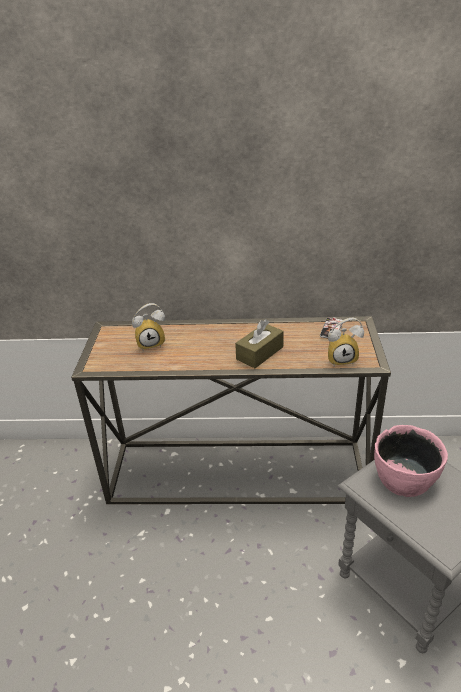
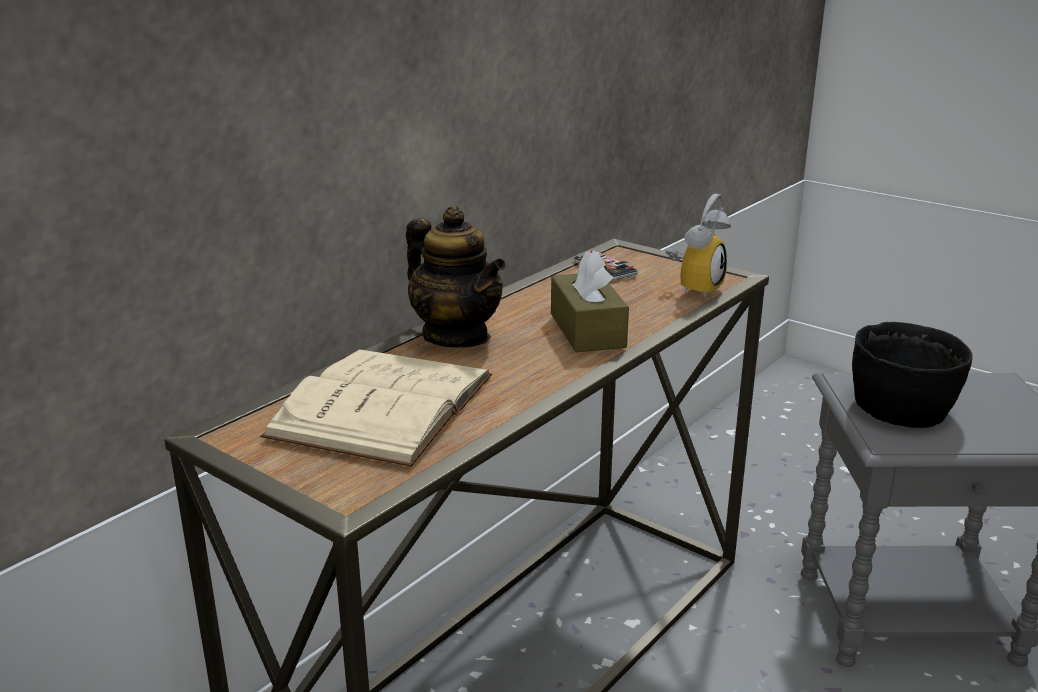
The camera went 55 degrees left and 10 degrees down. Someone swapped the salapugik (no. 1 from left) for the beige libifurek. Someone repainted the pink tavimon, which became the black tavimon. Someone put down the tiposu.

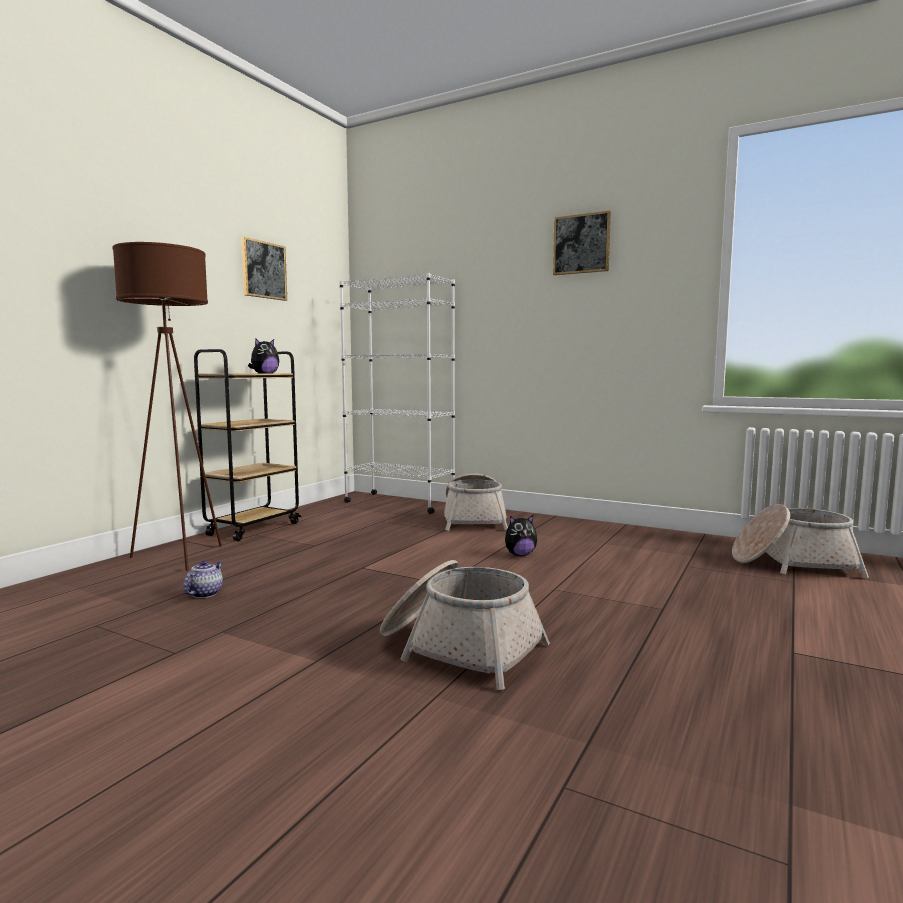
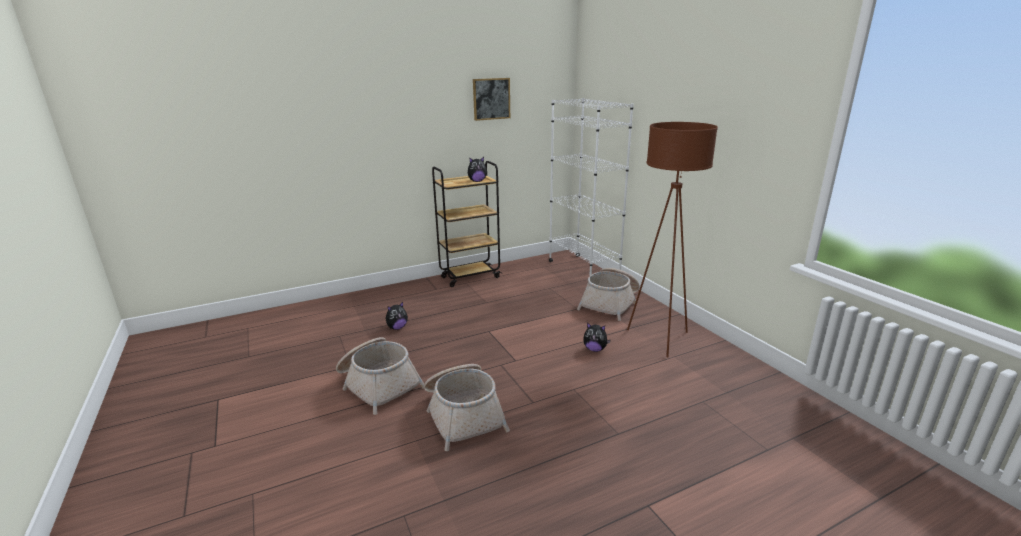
The camera went 35 degrees right and 15 degrees up. Someone carried the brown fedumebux. Someone swapped the tiposu for the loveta (no. 1 from left). Someone took away the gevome (no. 2 from left). Someone carried the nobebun (no. 3 from left in the first image).

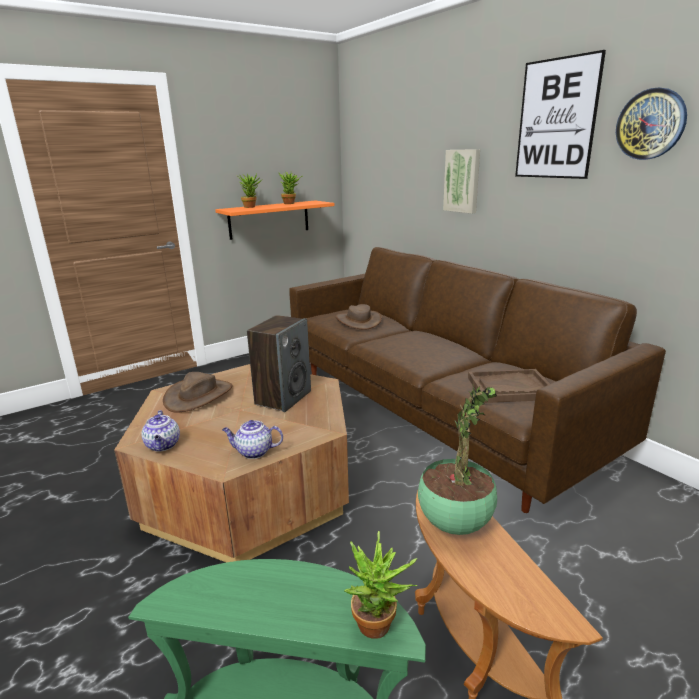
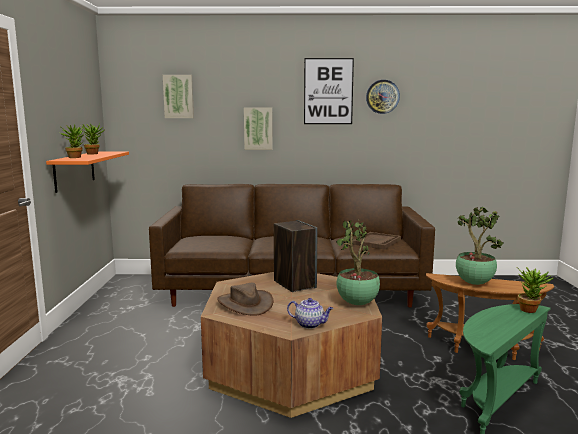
The camera went 55 degrees left and 10 degrees down. Someone swapped the tiposu (no. 2 from left) for the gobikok (no. 3 from left). Someone took away the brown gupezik (no. 2 from left). Someone put up the gevome (no. 1 from left).

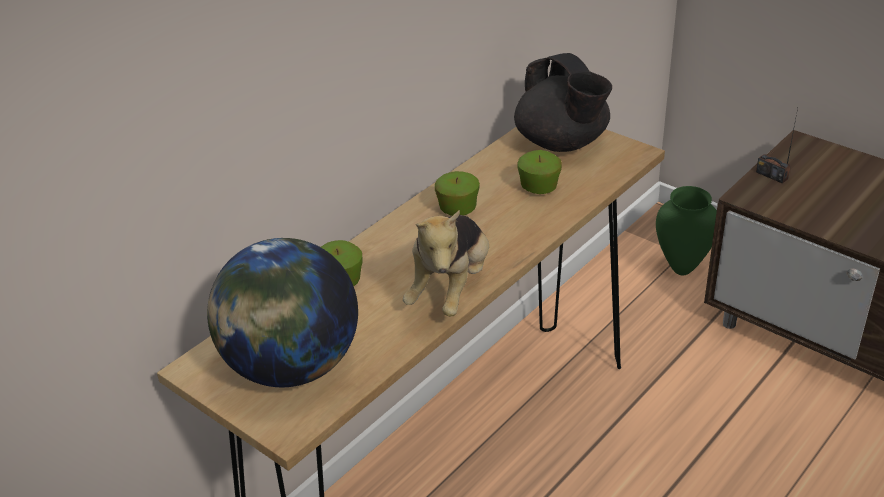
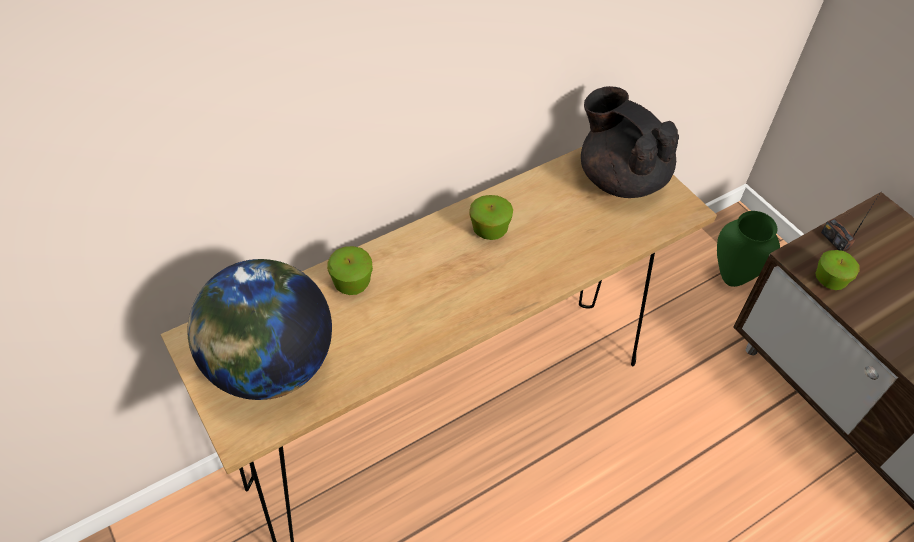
The camera went 15 degrees right and 15 degrees up. Someone took away the loveta. Someone rotated the black tiposu by 150 degrees clockwise. Someone carried the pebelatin (no. 3 from left).

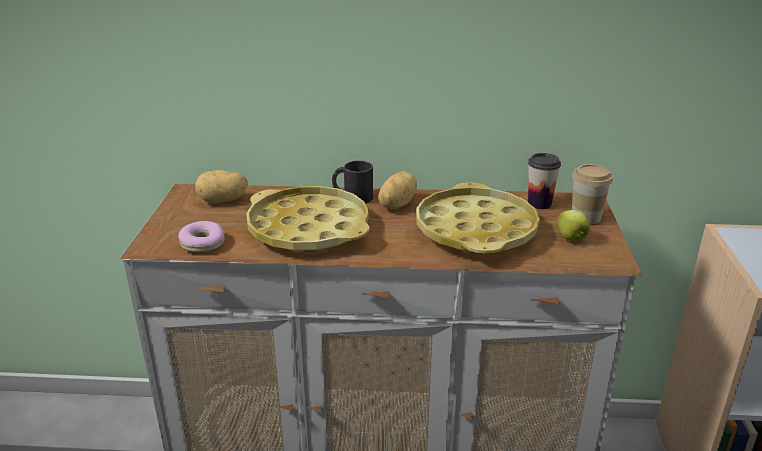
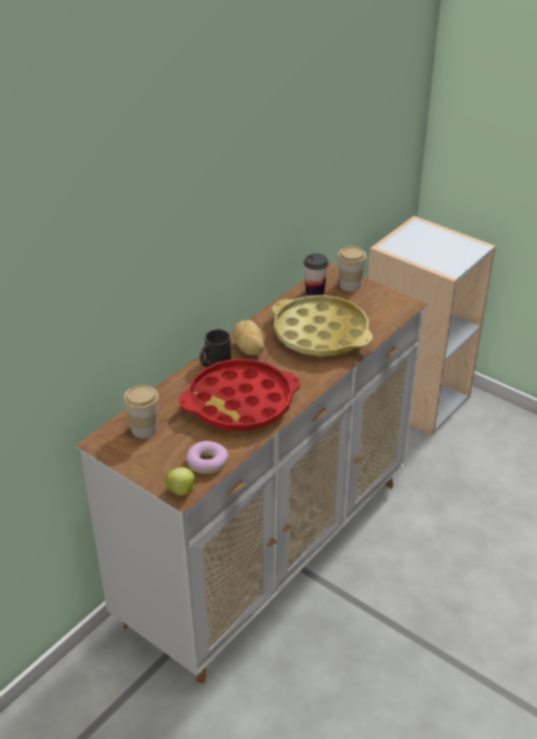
The camera went 55 degrees left and 10 degrees up. Someone swapped the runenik (no. 1 from left) for the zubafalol (no. 1 from left). Someone repainted the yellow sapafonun (no. 1 from left), which became the red sapafonun. Someone carried the pebelatin.

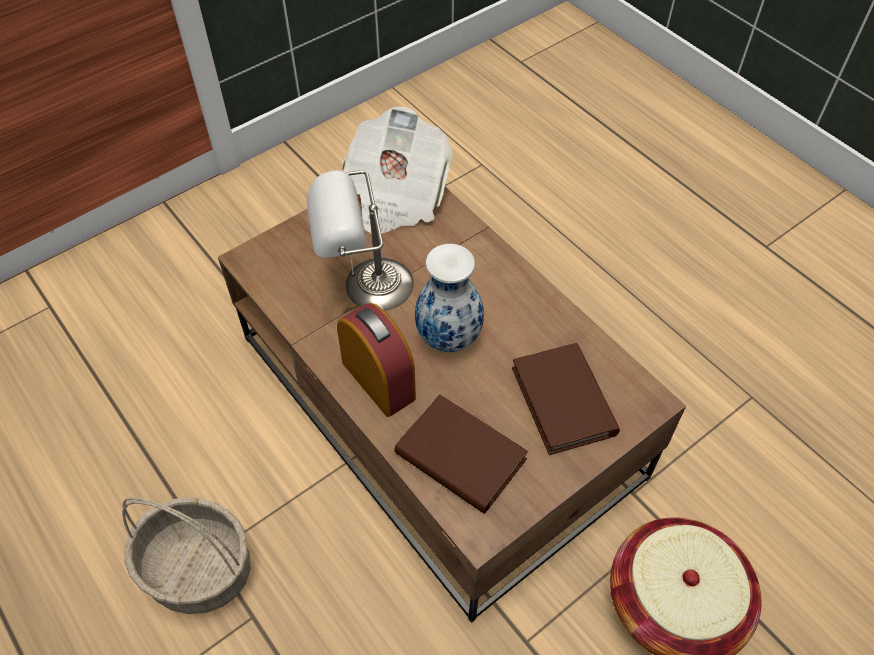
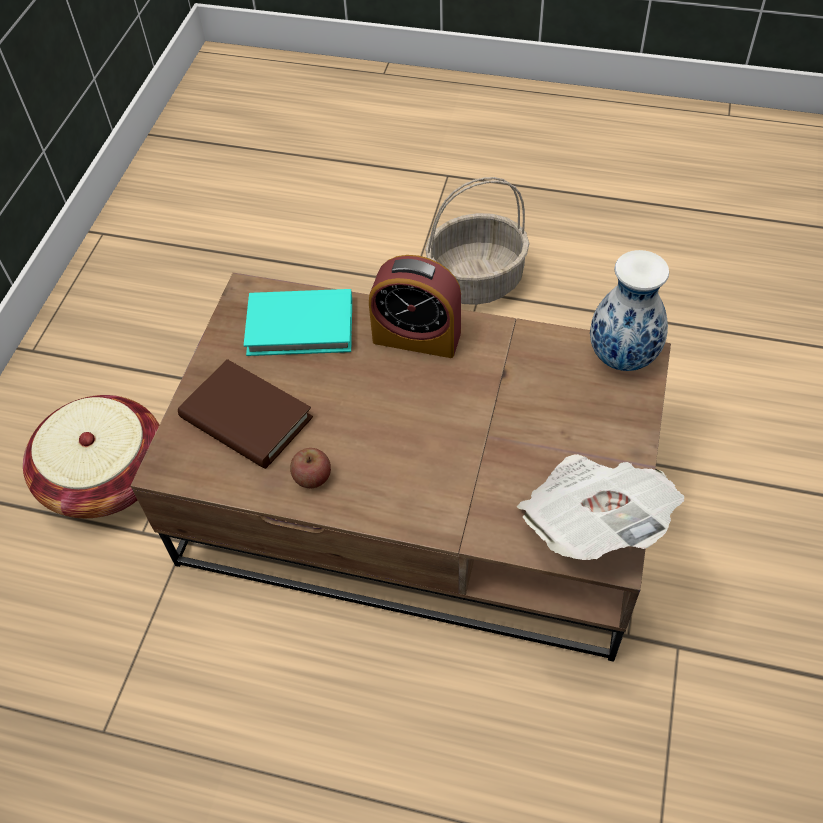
The camera went 145 degrees right and 0 degrees up. Someone took away the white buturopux. Someone repainted the brown libifurek (no. 1 from left), which became the turquoise libifurek. Someone carried the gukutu. Someone put down the pebelatin.

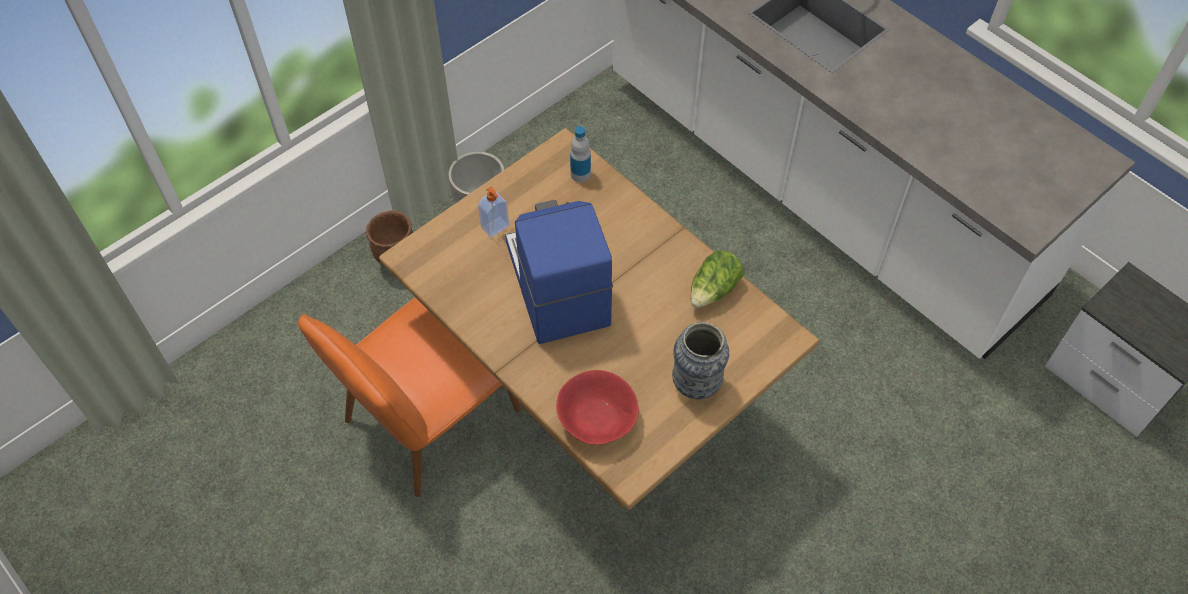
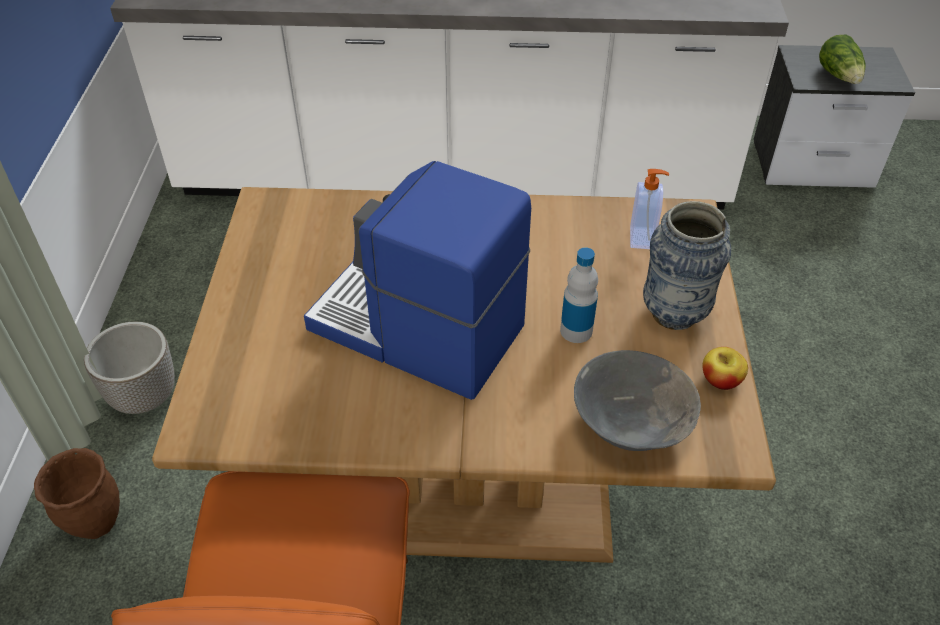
The camera went 45 degrees left and 10 degrees down. Someone carried the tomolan. Someone repainted the red tavimon, which became the grey tavimon. Someone carried the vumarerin. Someone carried the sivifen. Someone put down the pebelatin.

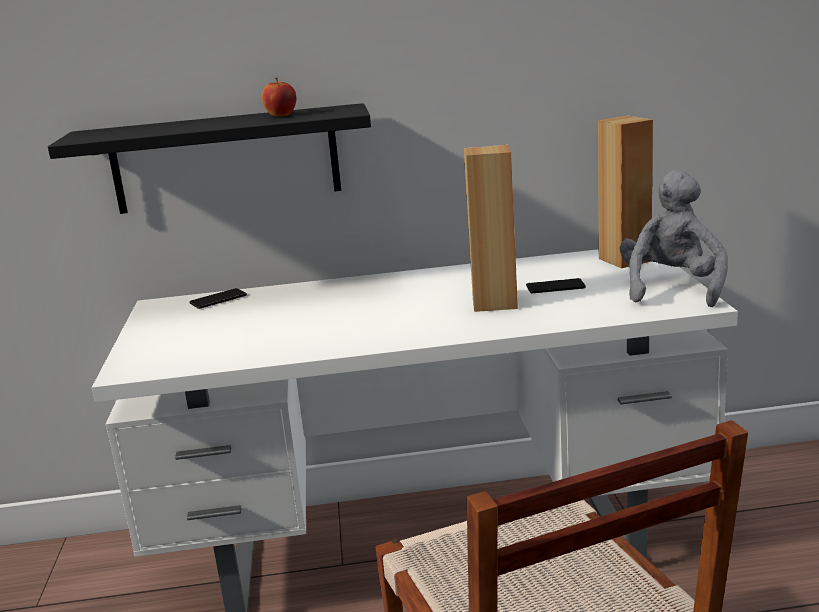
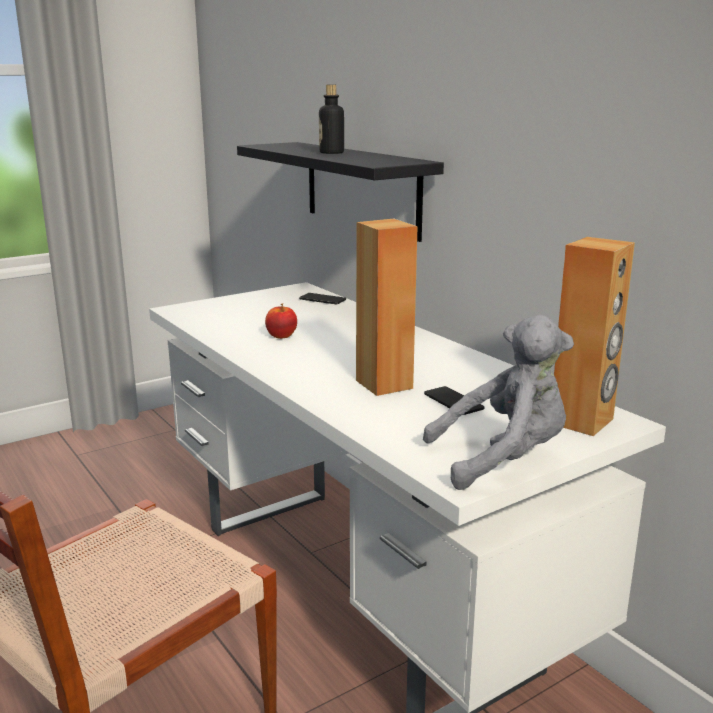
The camera went 60 degrees right and 0 degrees up. Someone carried the pebelatin. Someone put down the vumarerin.

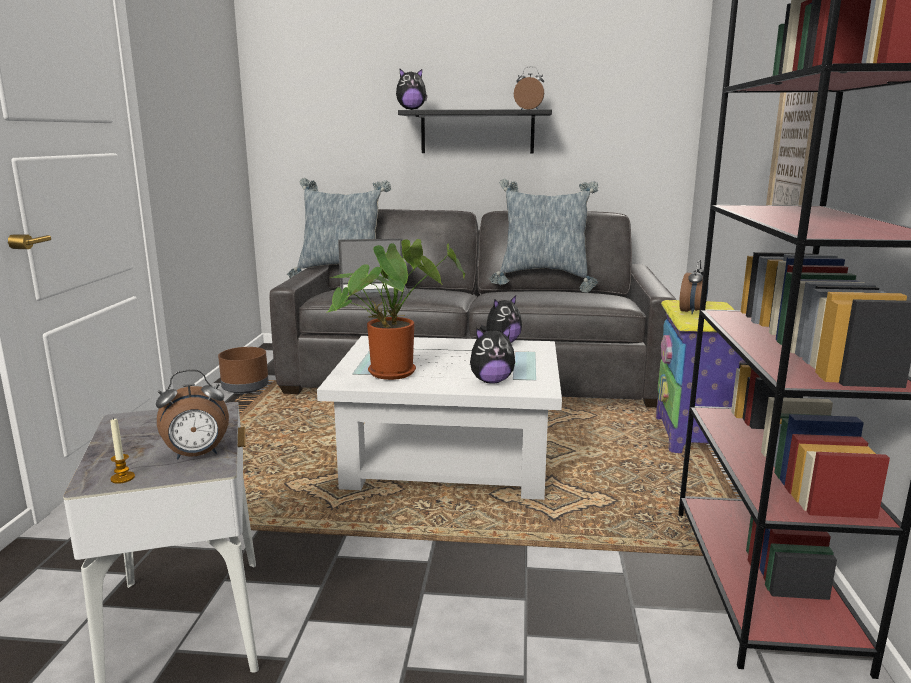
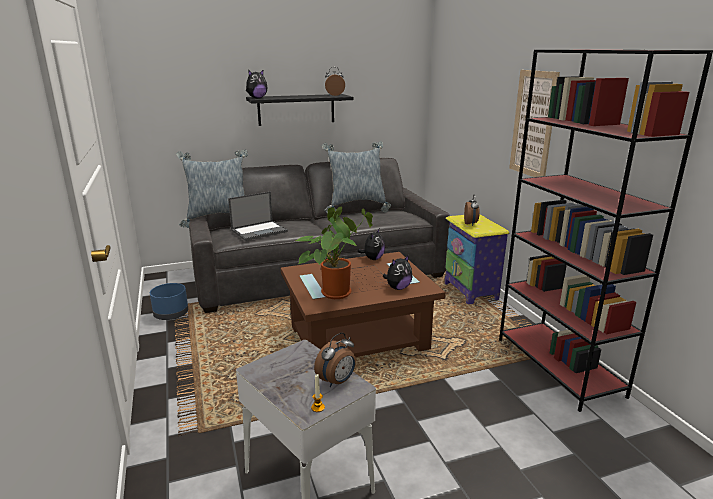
The camera went 25 degrees left and 5 degrees up. Someone repainted the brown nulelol, which became the blue nulelol. Someone repainted the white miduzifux, which became the brown miduzifux.

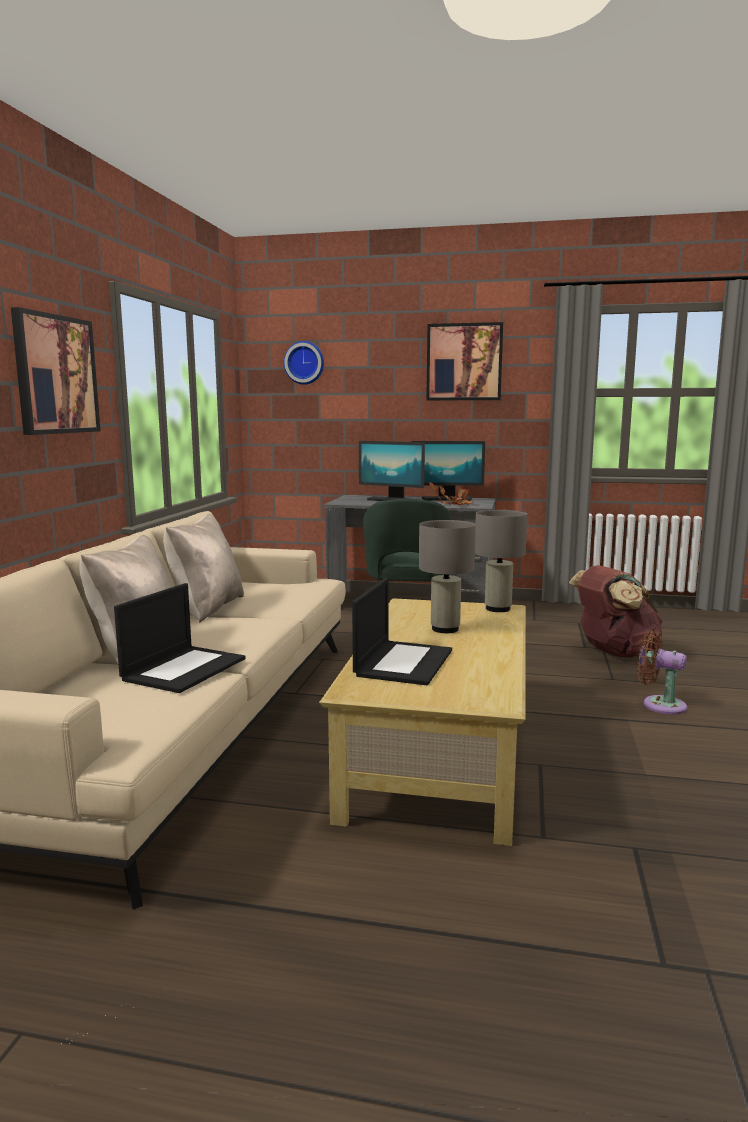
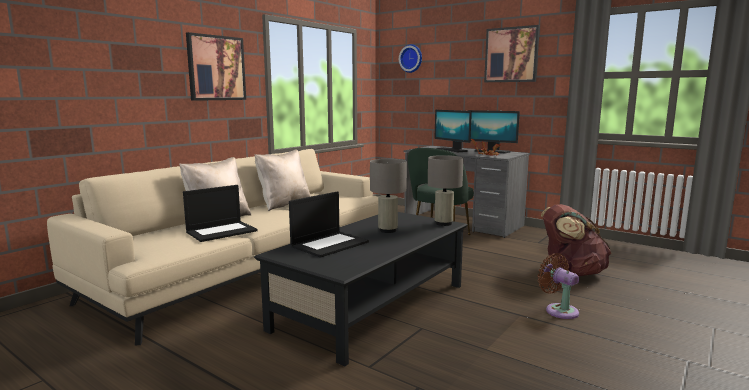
The camera went 25 degrees right and 0 degrees up. Someone repainted the beige miduzifux, which became the black miduzifux.

